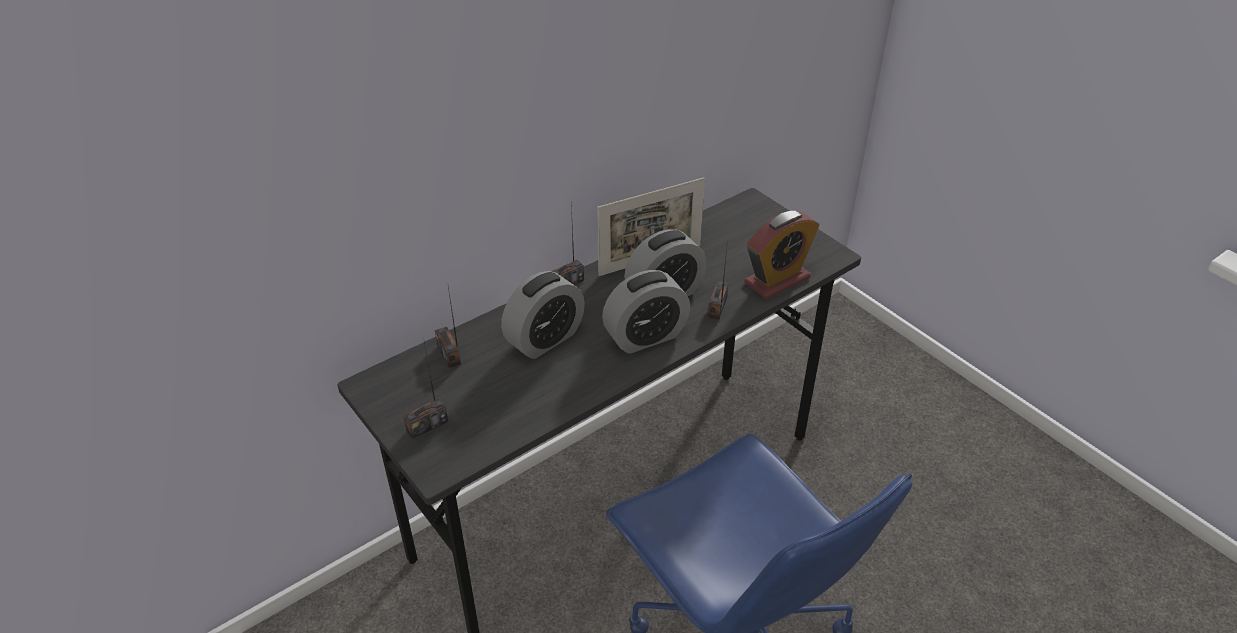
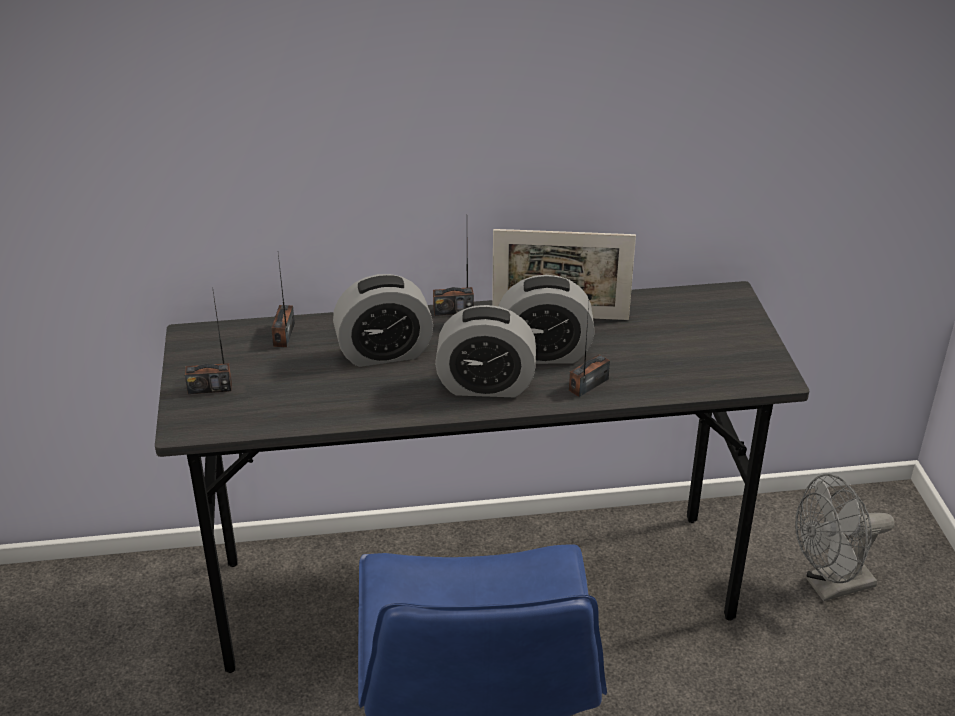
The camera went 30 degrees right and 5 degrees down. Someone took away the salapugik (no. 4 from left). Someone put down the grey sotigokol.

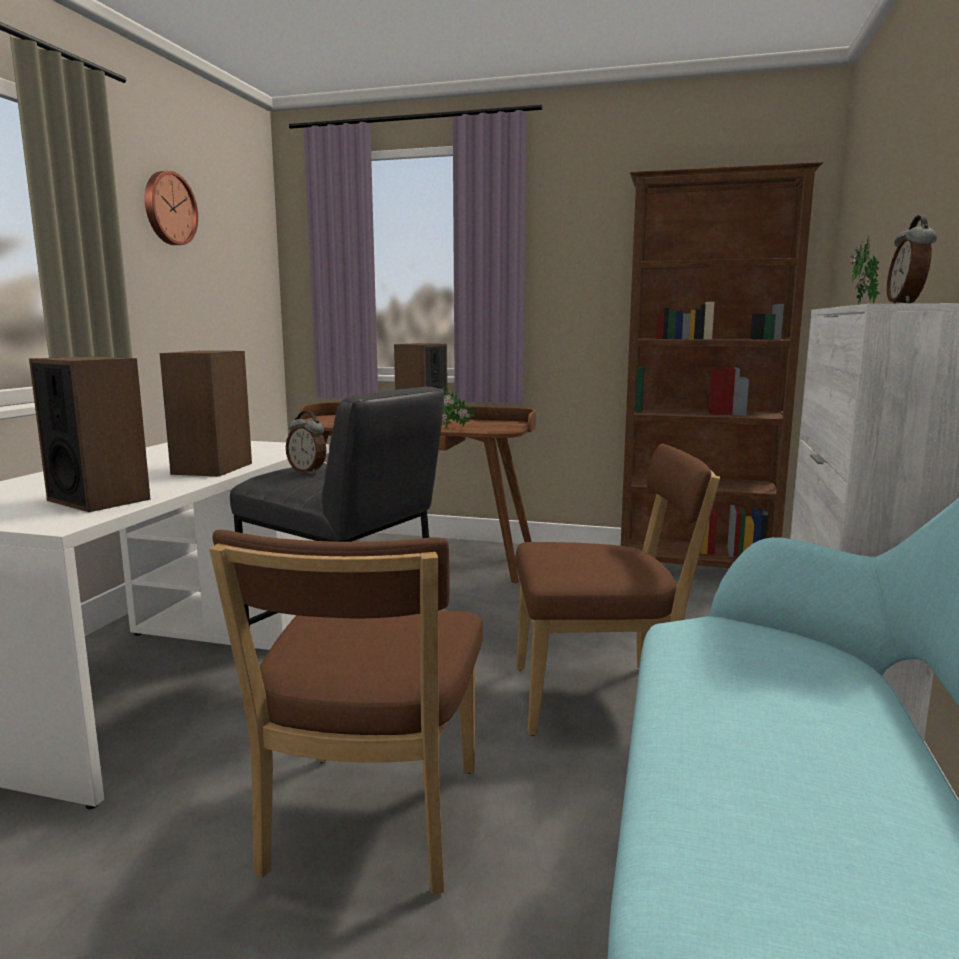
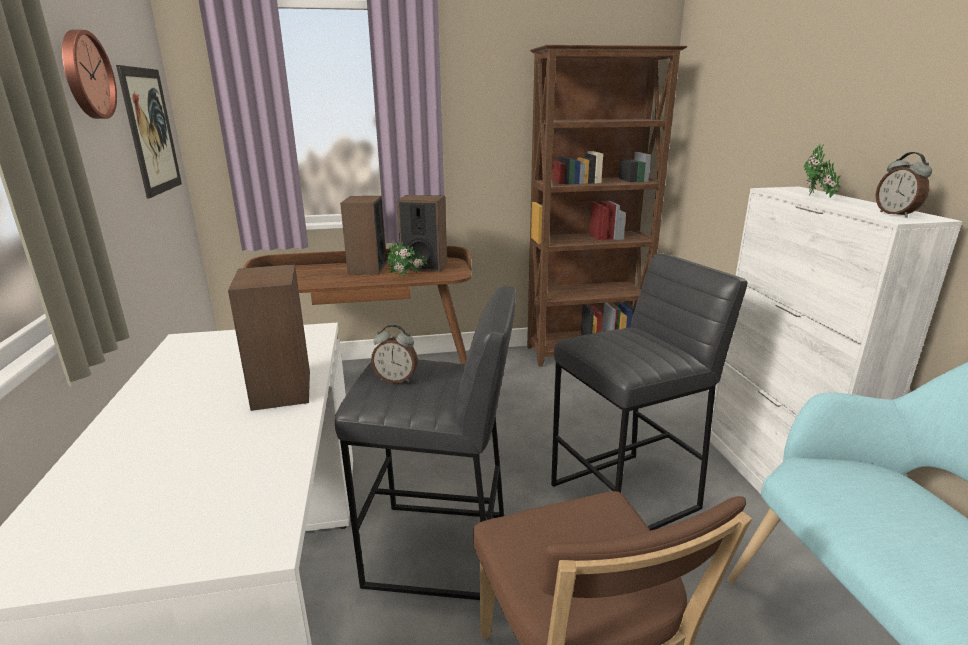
The camera went 25 degrees left and 10 degrees up. Someone carried the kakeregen (no. 1 from left in the first image). Someone swapped the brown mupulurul (no. 2 from left) for the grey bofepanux (no. 2 from left). Someone put up the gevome.

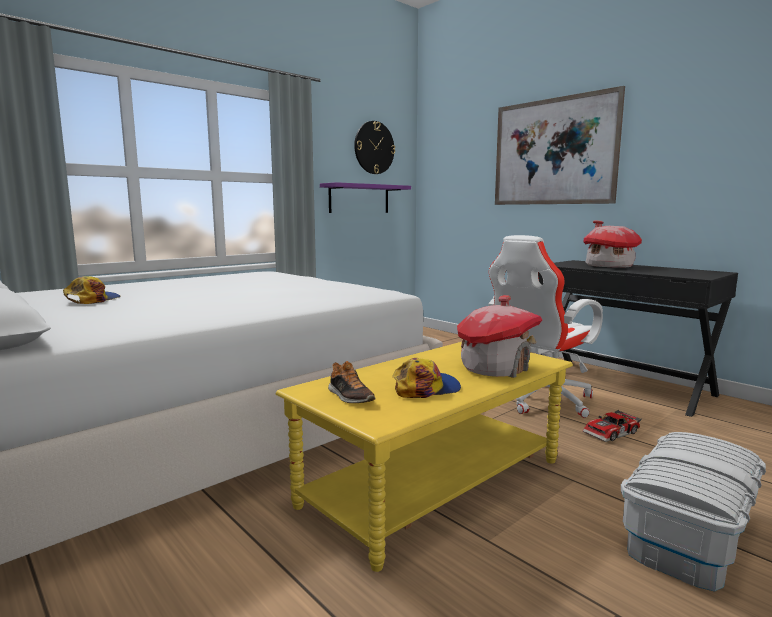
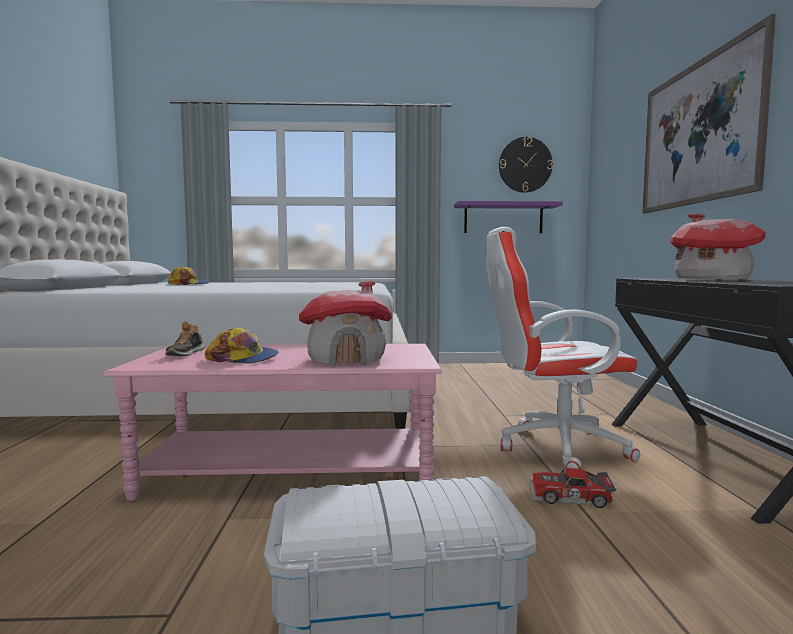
The camera went 40 degrees right and 5 degrees down. Someone repainted the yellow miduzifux, which became the pink miduzifux.

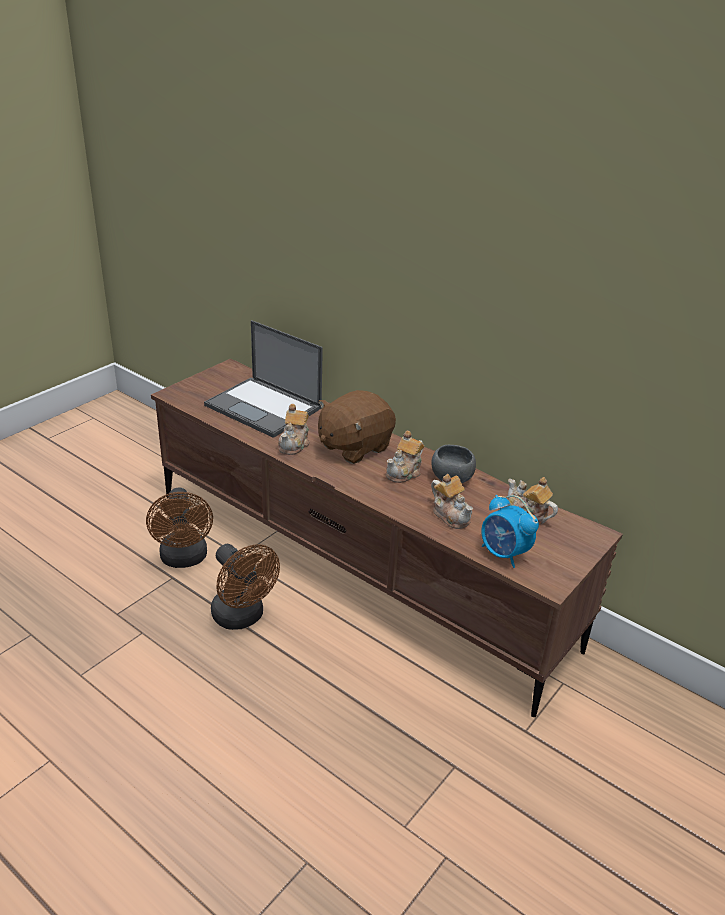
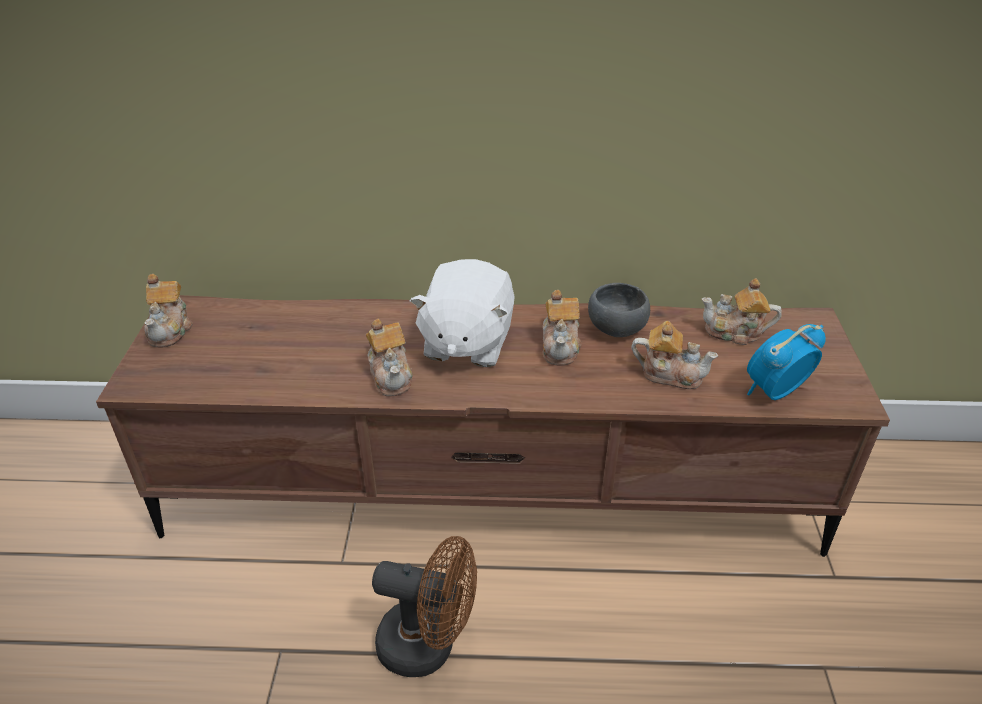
The camera went 35 degrees left and 5 degrees up. Someone took away the brown sotigokol (no. 1 from left). Someone took away the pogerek. Someone repainted the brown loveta, which became the white loveta. Someone rotated the salapugik by 135 degrees clockwise. Someone put down the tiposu (no. 1 from left).

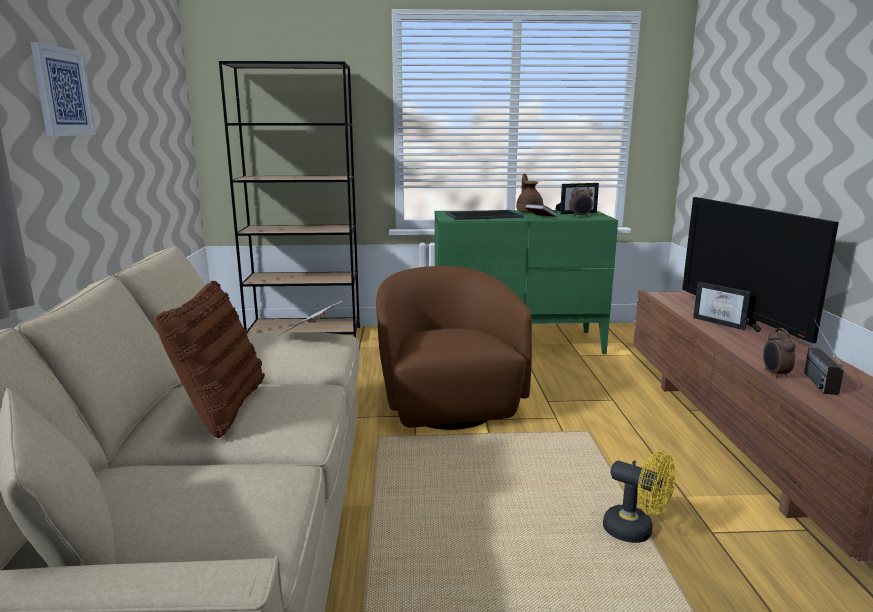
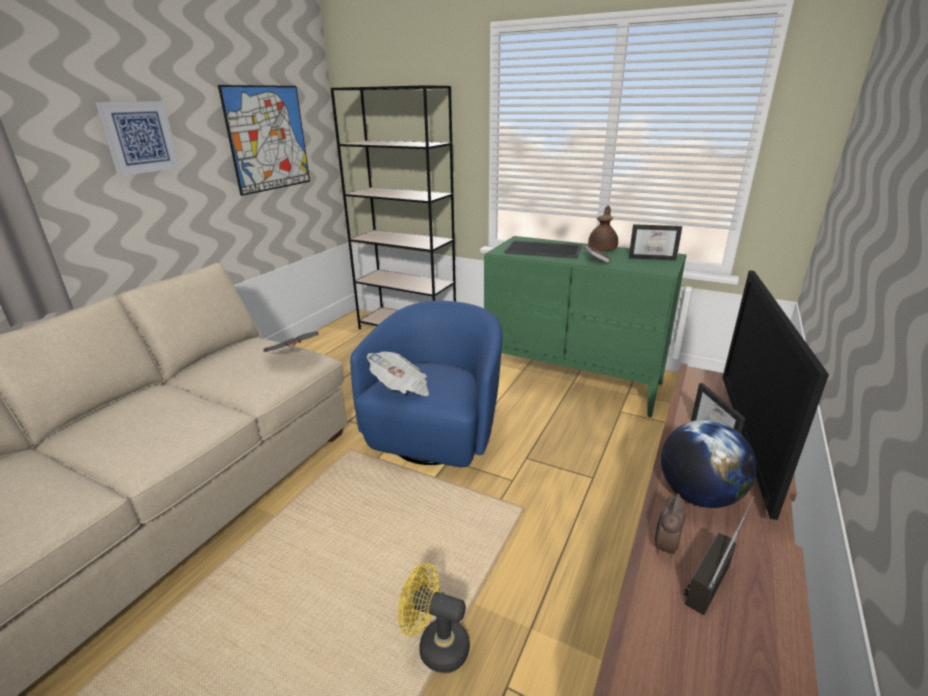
The camera went 30 degrees right and 10 degrees up. Someone took away the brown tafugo. Someone repainted the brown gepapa, which became the blue gepapa. Someone took away the salapugik (no. 1 from left). Someone rotated the yellow sotigokol by 135 degrees clockwise. Someone put up the gevome (no. 2 from left). Someone put down the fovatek (no. 2 from left). Someone put down the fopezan.

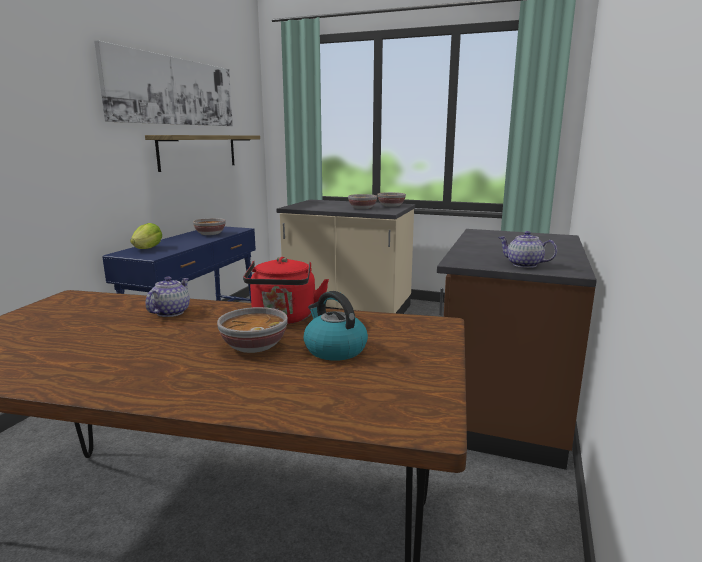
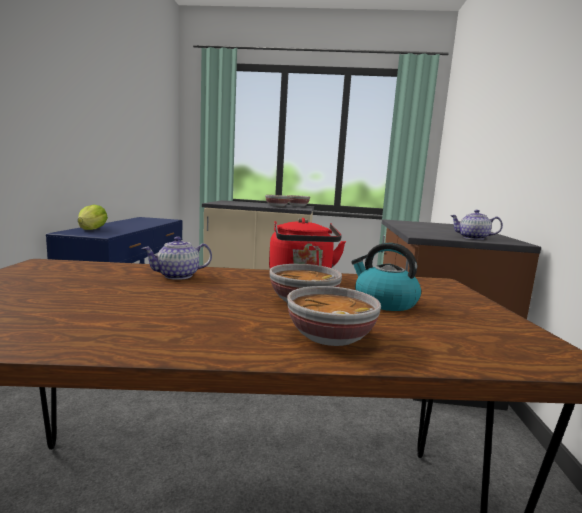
The camera went 15 degrees left and 5 degrees down. Someone took away the gevome. Someone took away the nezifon. Someone rotated the tiposu (no. 1 from left) by 120 degrees counterclockwise. Someone carried the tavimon (no. 1 from left in the first image).

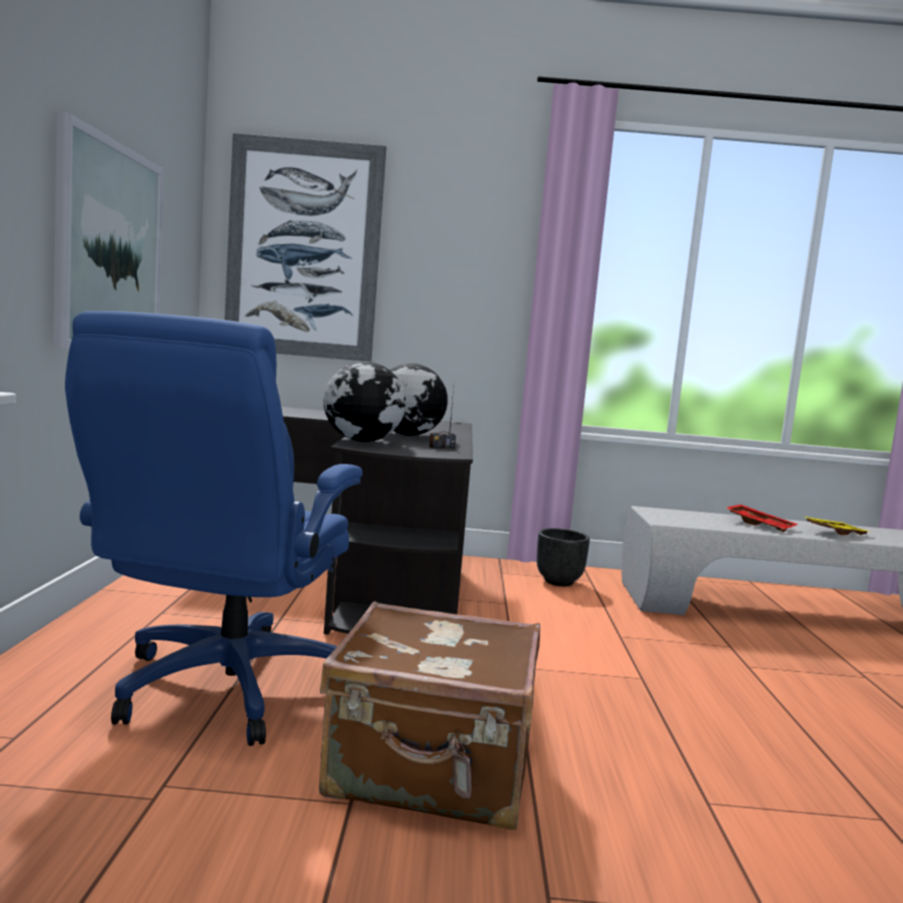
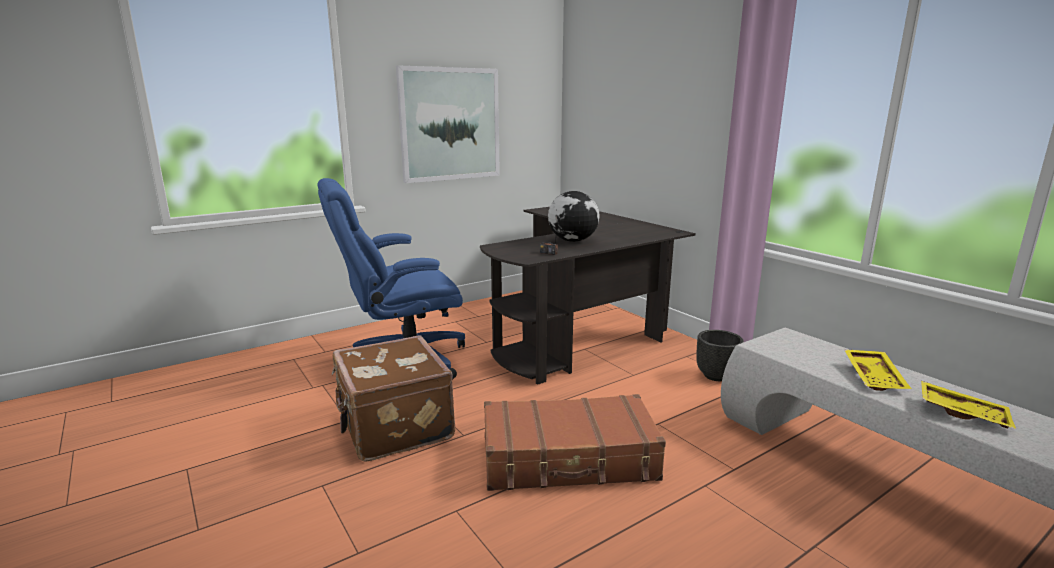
The camera went 55 degrees right and 10 degrees up. Someone took away the gevome (no. 2 from left). Someone took away the fopezan (no. 1 from left). Someone repainted the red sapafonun, which became the yellow sapafonun (no. 1 from left). Someone put down the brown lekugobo (no. 2 from left).

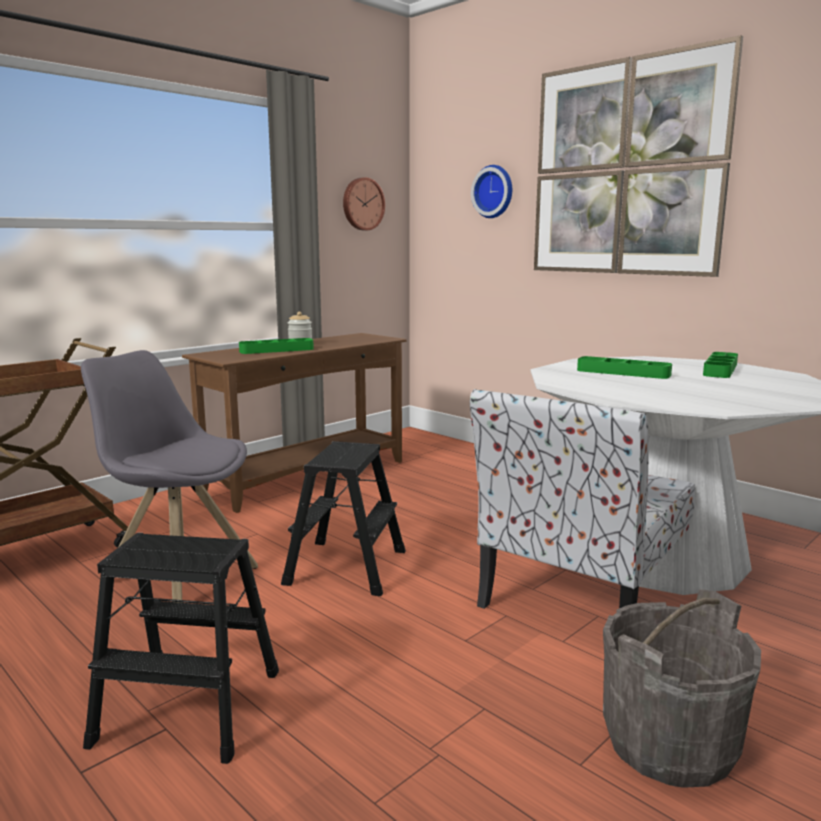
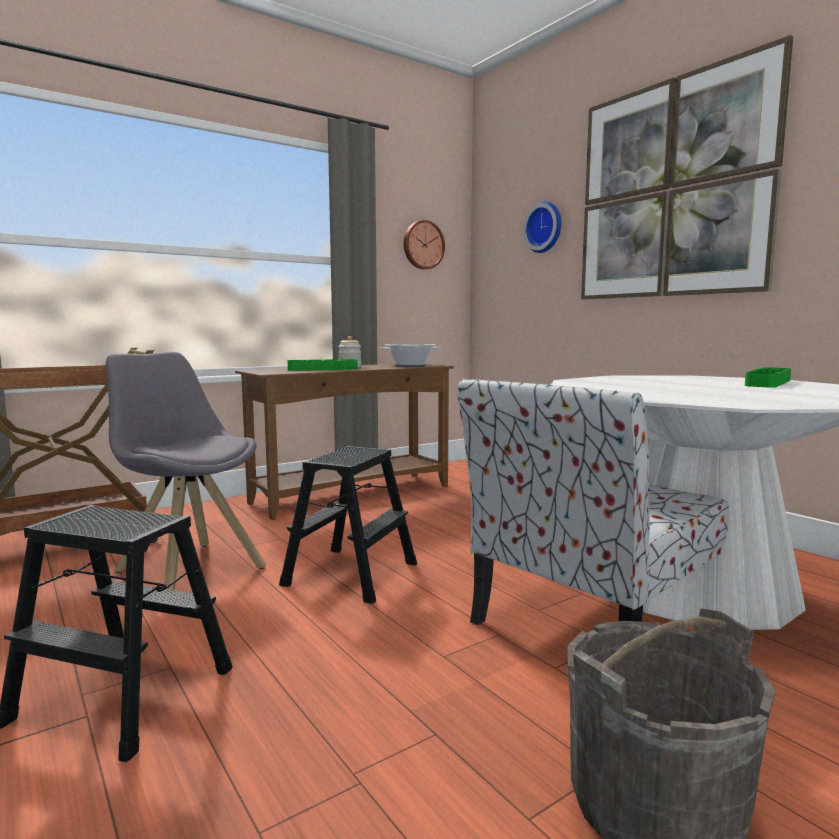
The camera went 10 degrees right and 5 degrees down. Someone took away the green sapafonun (no. 2 from left). Someone put down the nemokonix.

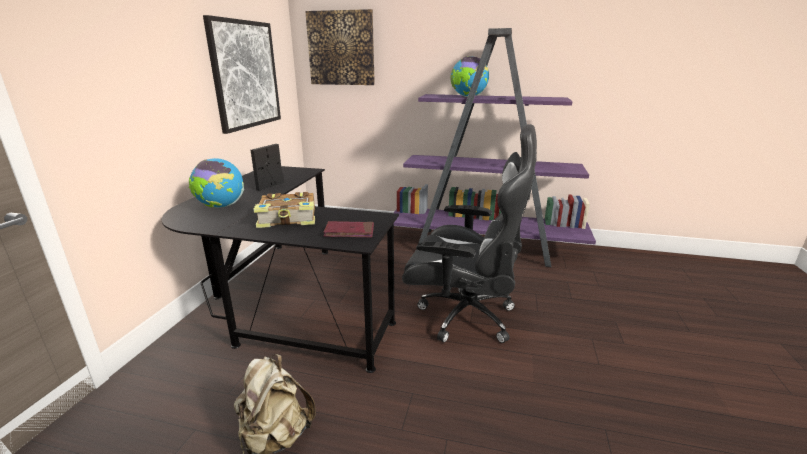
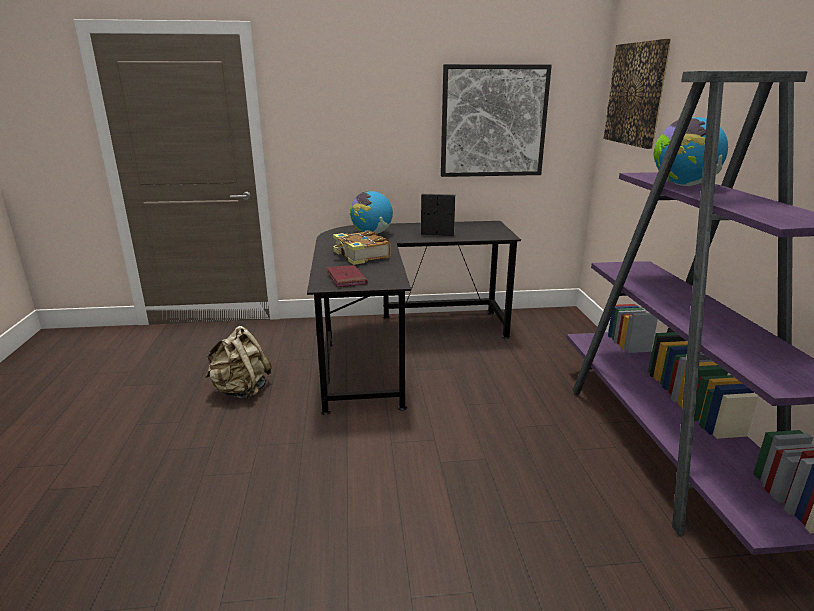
The camera went 70 degrees right and 0 degrees up. Someone took away the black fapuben.

